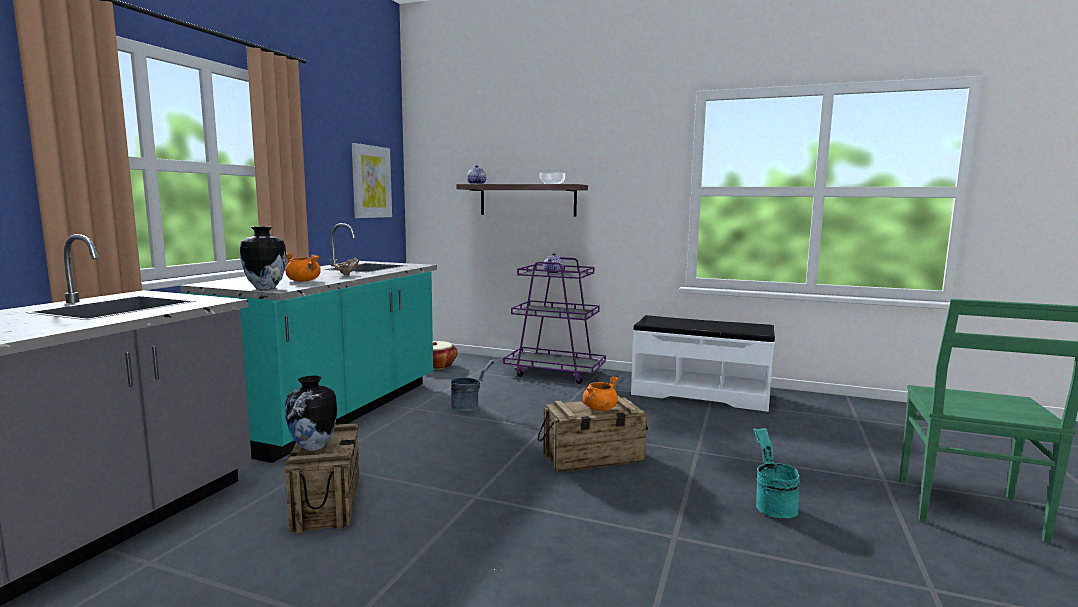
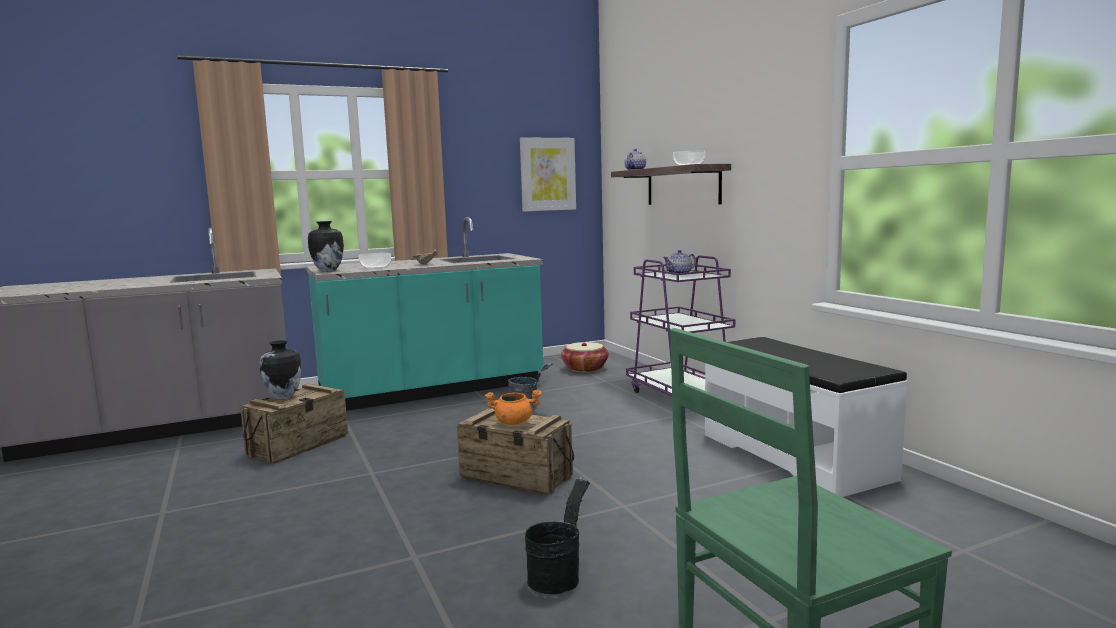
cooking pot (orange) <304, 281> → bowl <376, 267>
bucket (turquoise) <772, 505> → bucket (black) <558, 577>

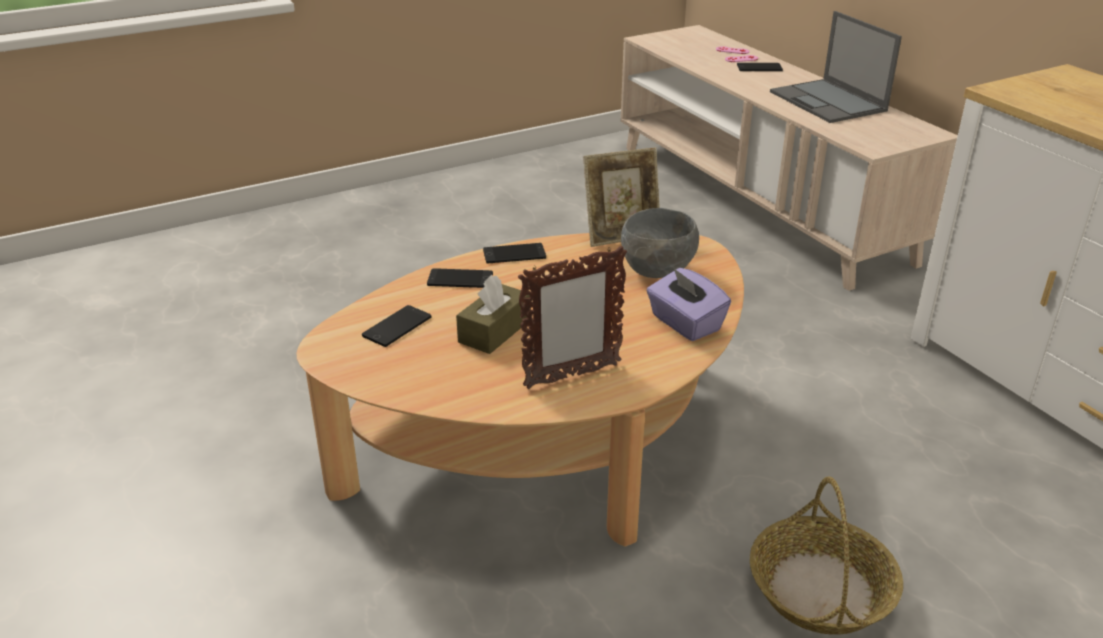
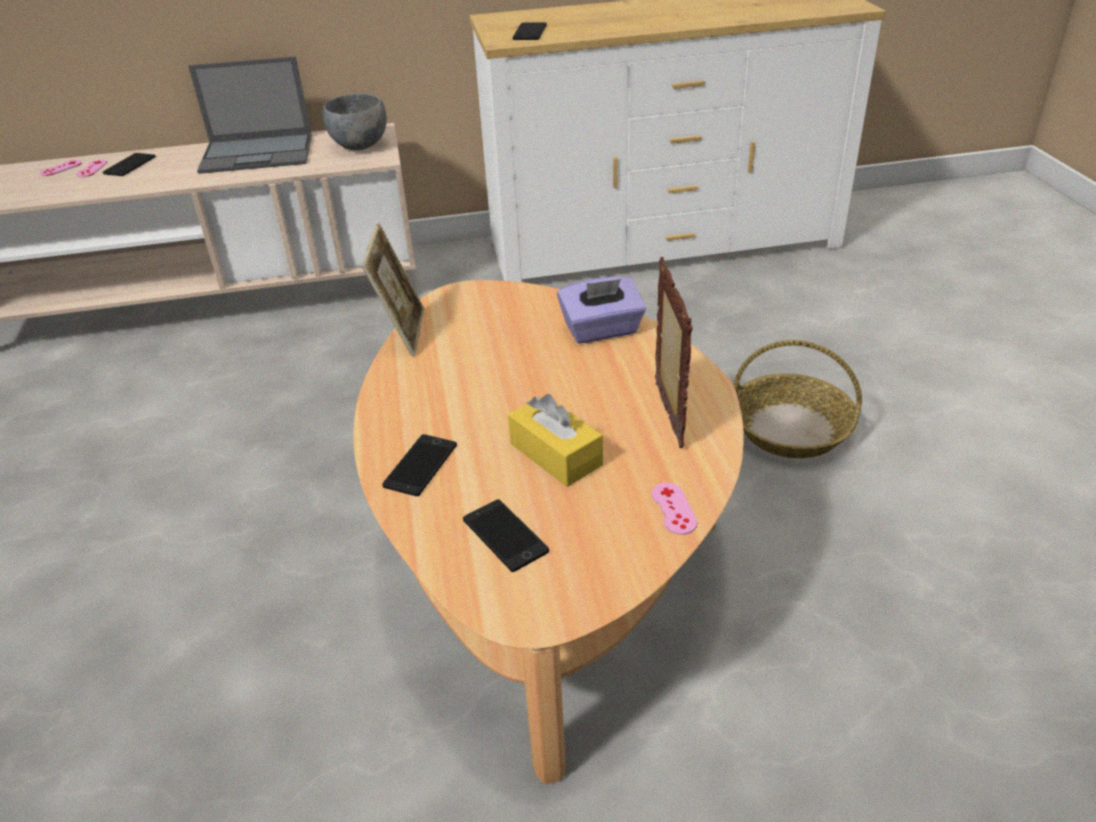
tissue box (brown) <495, 331> → tissue box (yellow) <556, 454>
phone <514, 254> → phone <530, 32>, moved
bowl (grey) <658, 271> → bowl (grey) <360, 146>, moved
- → game controller (pink) <673, 508>

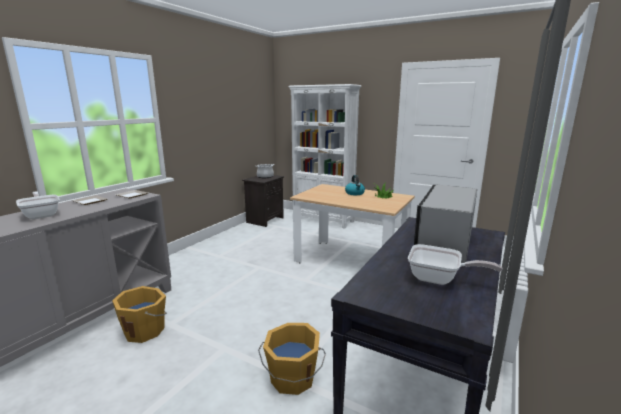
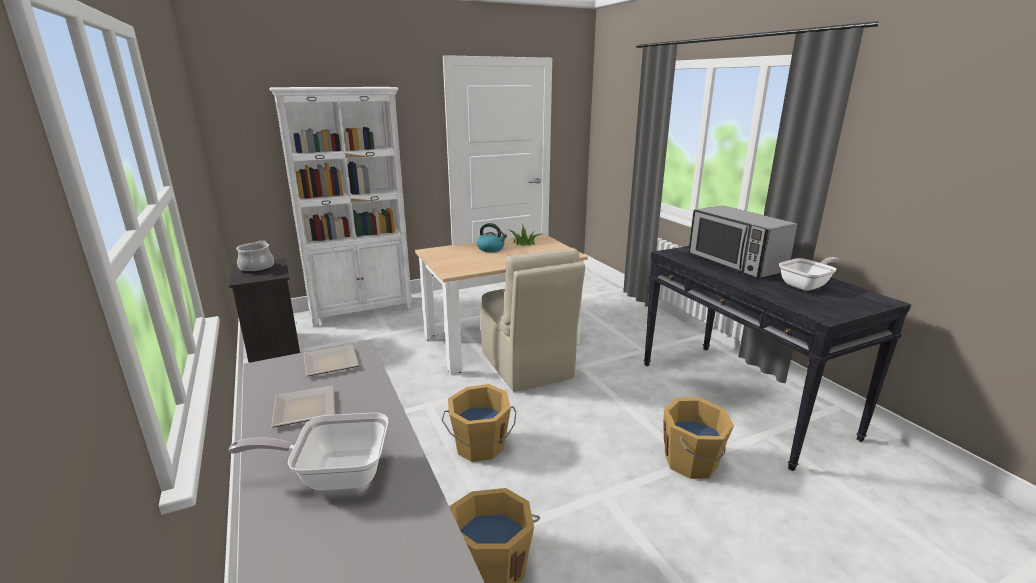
- → bucket (orange) <480, 446>
- → chair (beige) <527, 366>

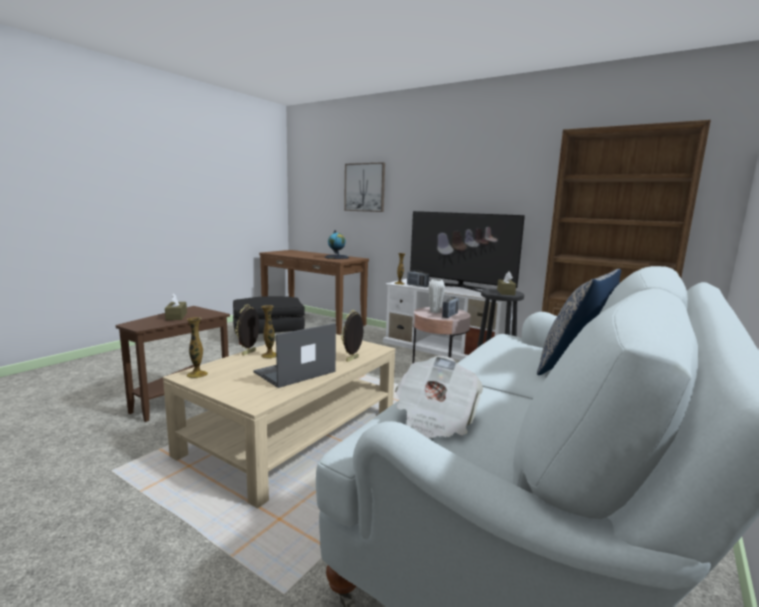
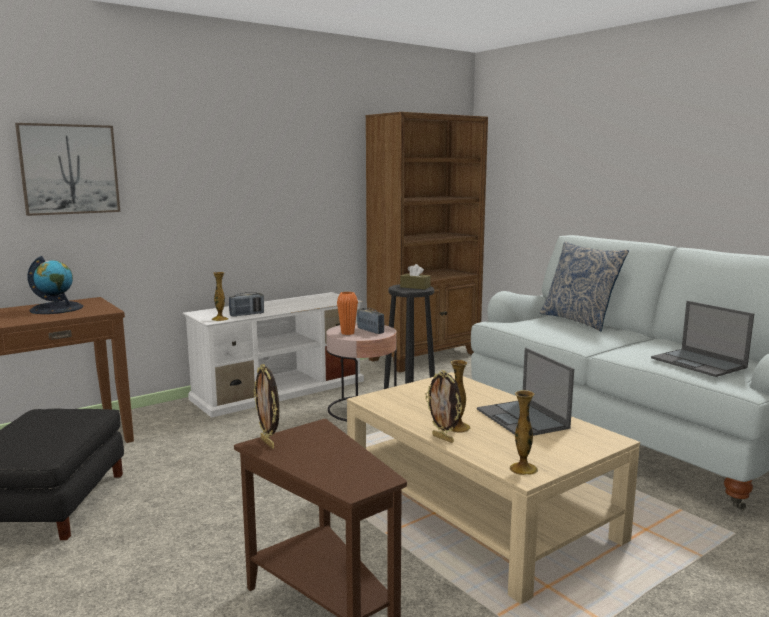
tissue box (brown) <176, 316> → -
picture frame <352, 359> → picture frame <268, 443>, moved
newspaper <434, 419> → laptop <699, 363>
television <459, 287> → -
vase (white) <435, 311> → vase (orange) <347, 333>

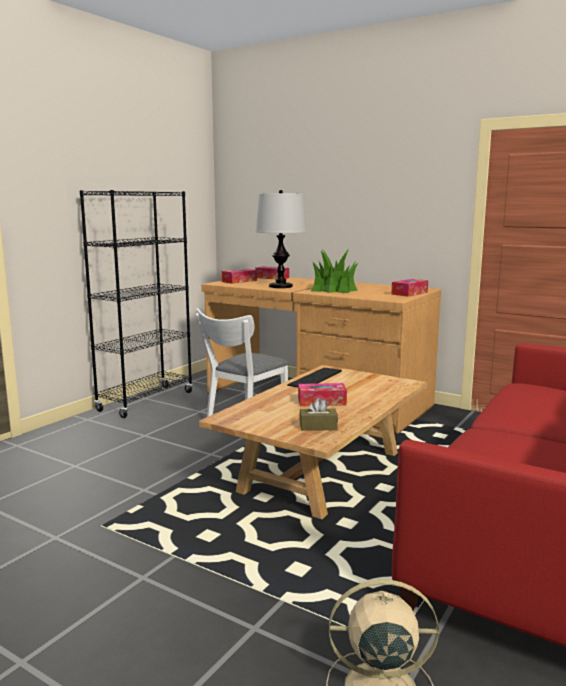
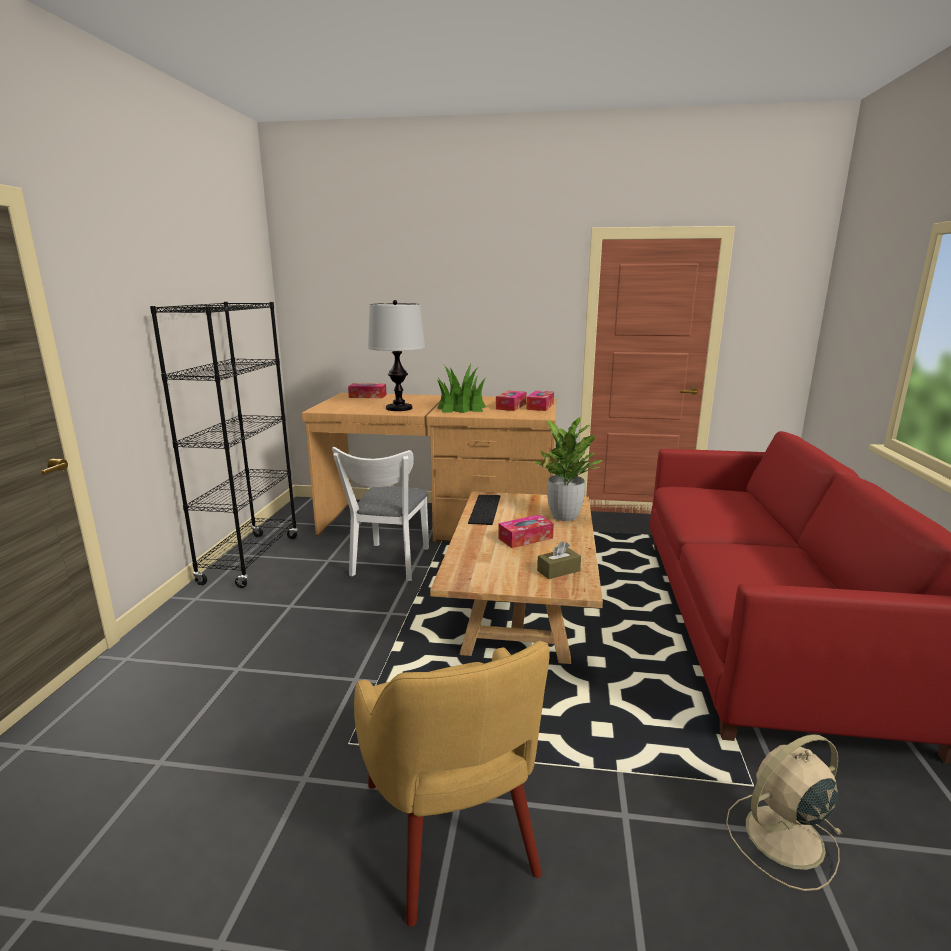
tissue box <239, 281> → tissue box <511, 406>, moved
- → armchair (yellow) <450, 832>
- → potted plant <564, 516>

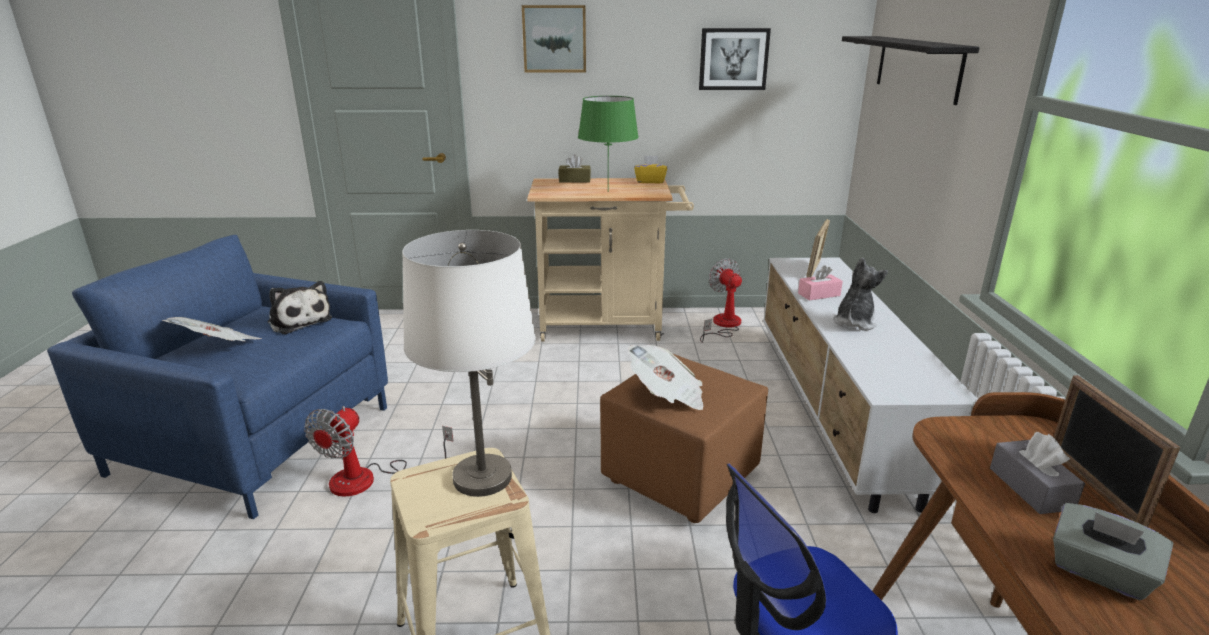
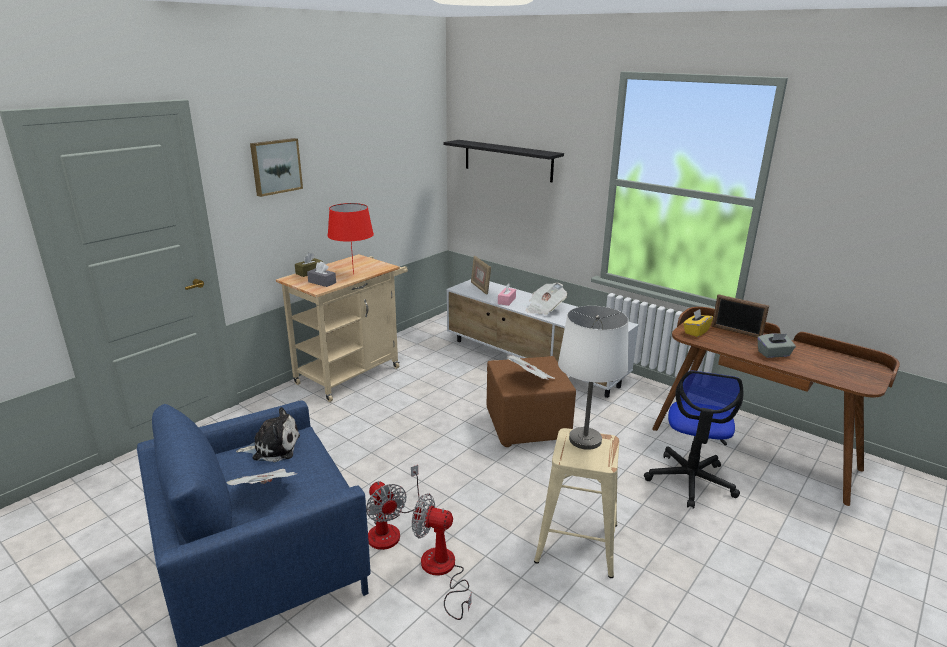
table lamp (green) <608, 191> → table lamp (red) <353, 273>
tissue box (yellow) <650, 181> → tissue box (yellow) <696, 332>, moved
picture <733, 59> → -
fan <723, 325> → fan <442, 572>, moved
plush toy <854, 322> → newspaper <544, 309>
tissue box (grey) <1030, 488> → tissue box (grey) <322, 282>, moved

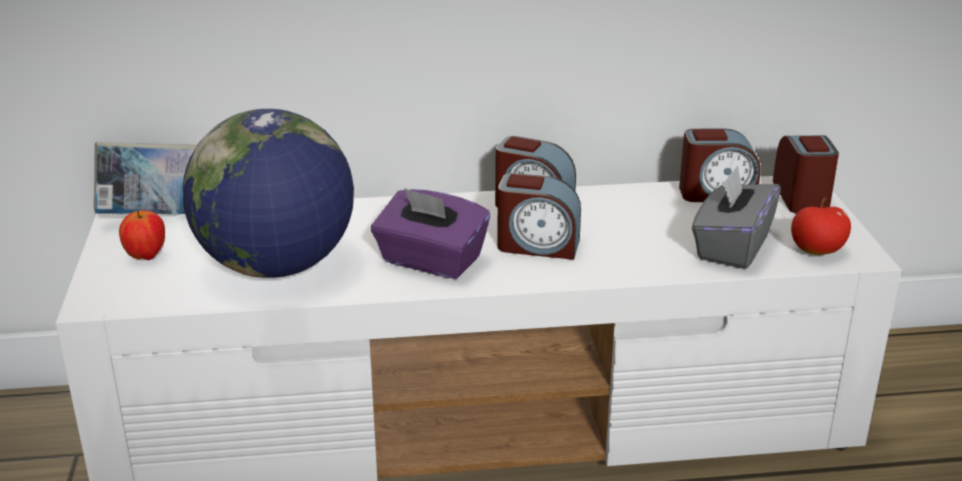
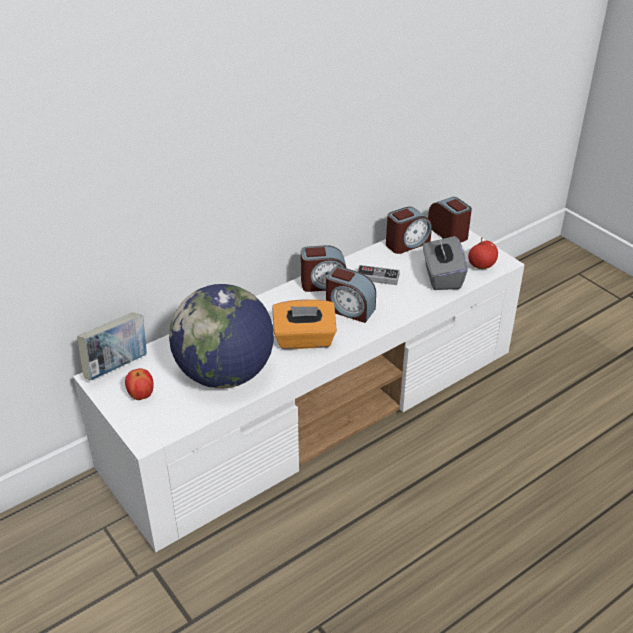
tissue box (purple) <430, 261> → tissue box (orange) <304, 340>
alarm clock <537, 245> → alarm clock <349, 309>, 45 degrees clockwise
- → game controller <377, 277>

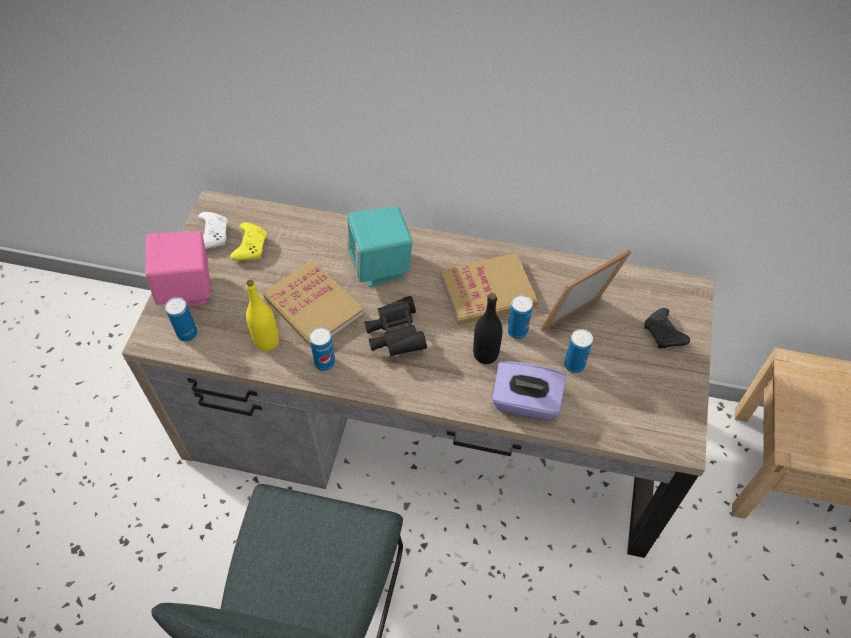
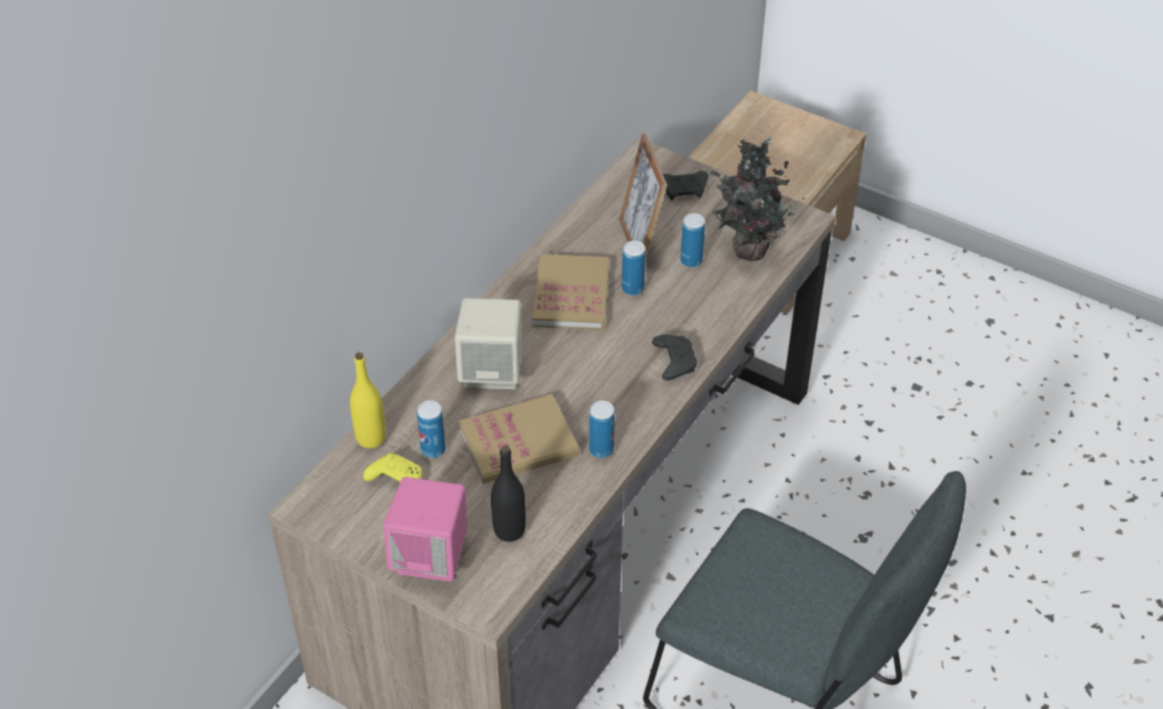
can <187, 334> → can <433, 450>, moved
game controller (white) <213, 235> → -
bottle (yellow) <267, 341> → bottle (yellow) <371, 438>, moved
speaker (turquoise) <381, 266> → speaker (beige) <492, 371>
binoculars (black) <395, 335> → -
bottle (black) <485, 354> → bottle (black) <509, 530>, moved
tissue box (purple) <525, 402> → -
- → game controller (black) <674, 362>
- → potted plant <746, 250>

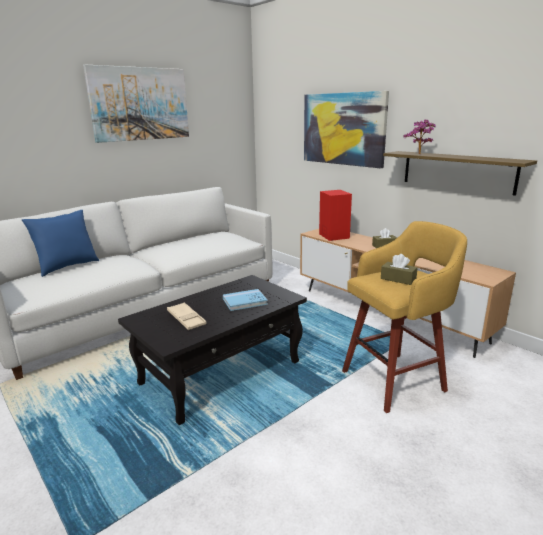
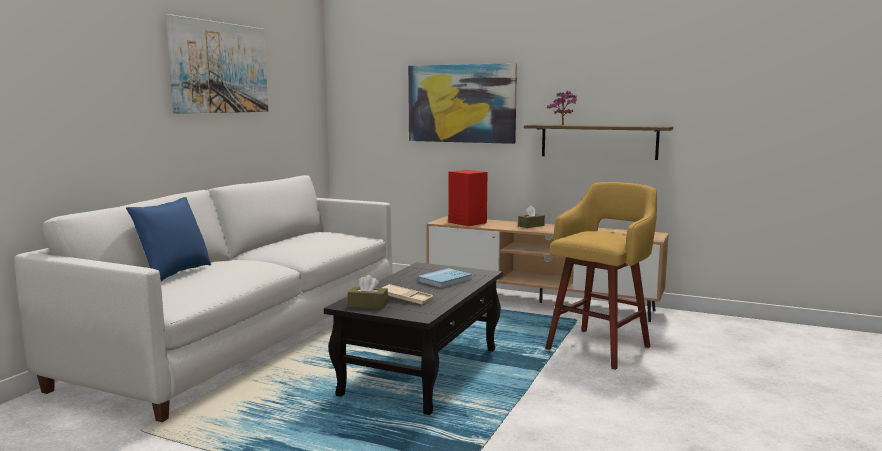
tissue box (brown) <398, 279> → tissue box (brown) <368, 305>, moved

